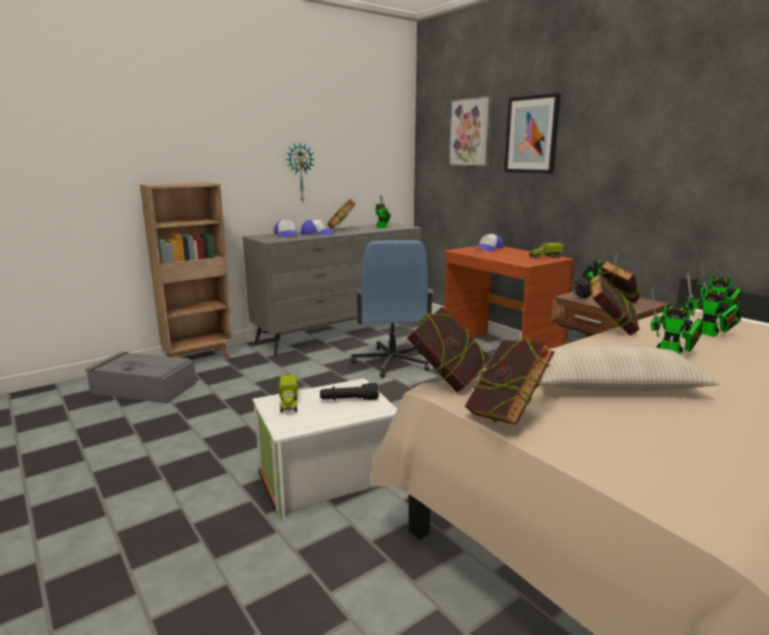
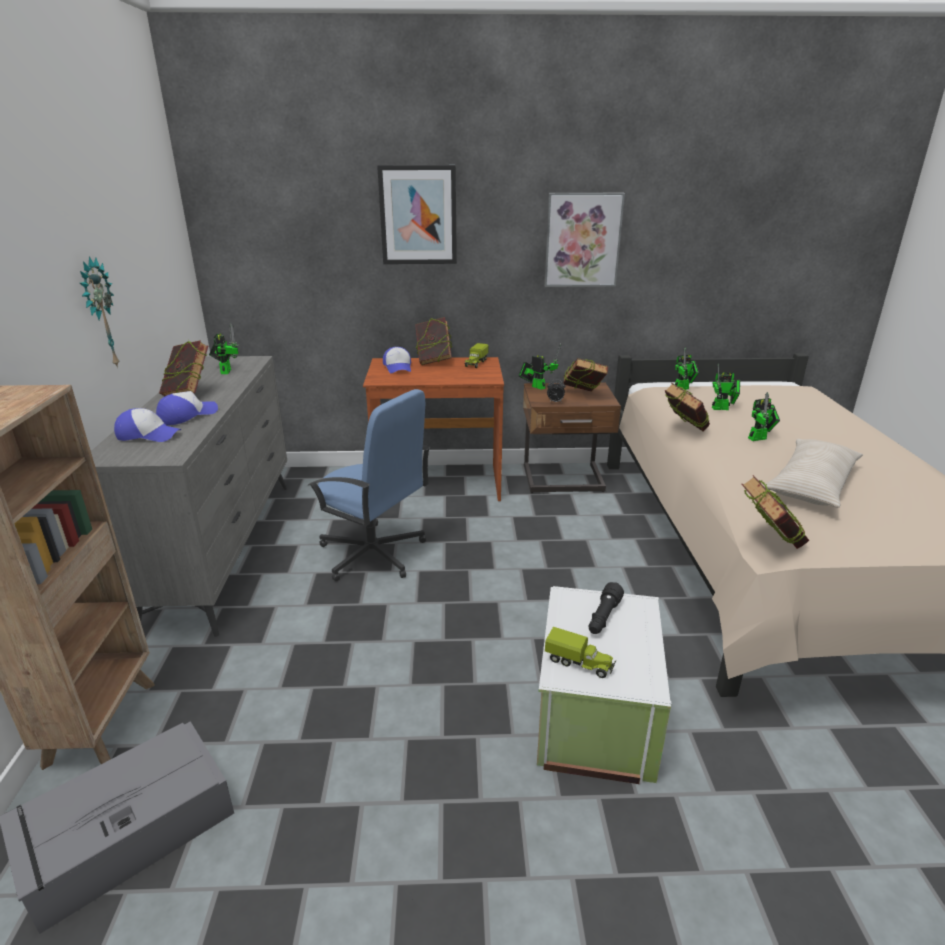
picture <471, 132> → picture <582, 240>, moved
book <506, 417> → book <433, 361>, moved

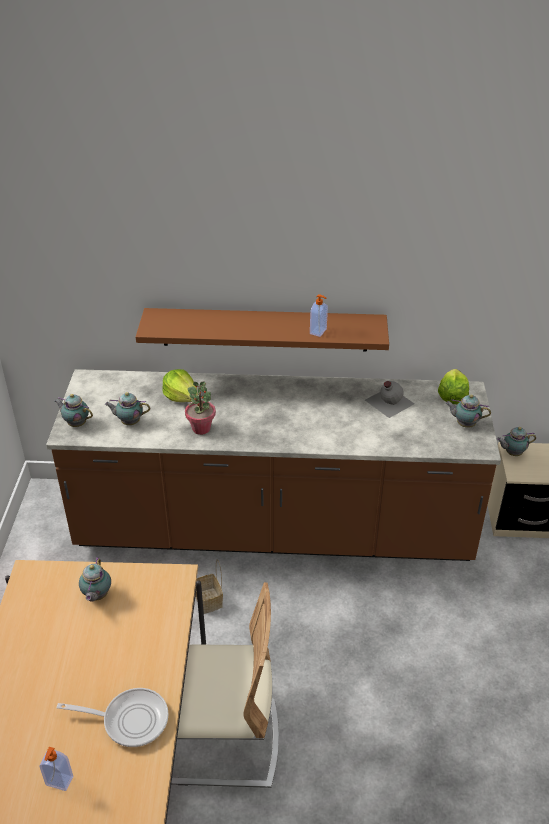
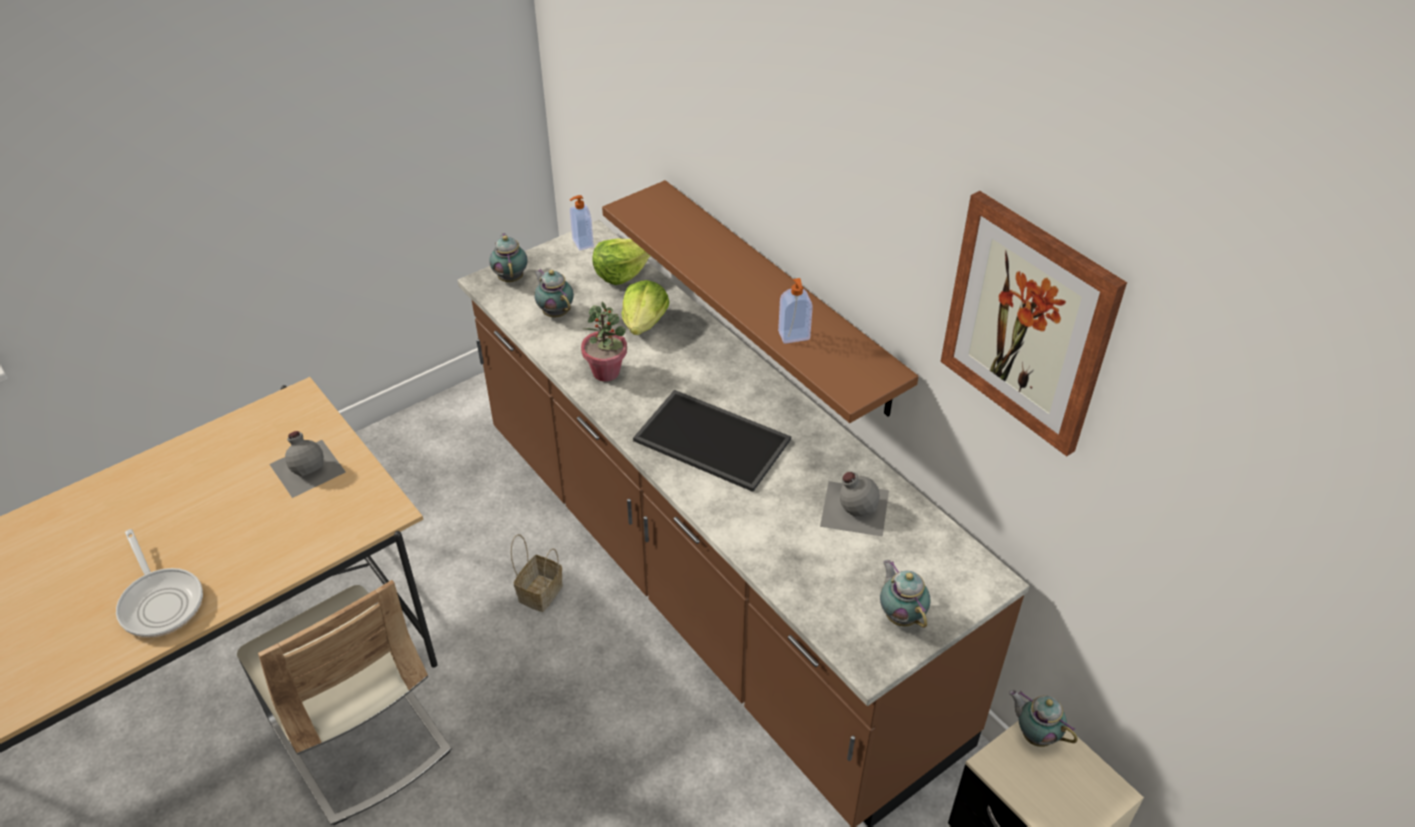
soap dispenser <59, 781> → soap dispenser <582, 243>, moved
teapot <96, 596> → bottle (grey) <308, 467>
lettuce <452, 396> → lettuce <621, 272>, moved
- → tray <714, 439>
- → picture <1028, 323>

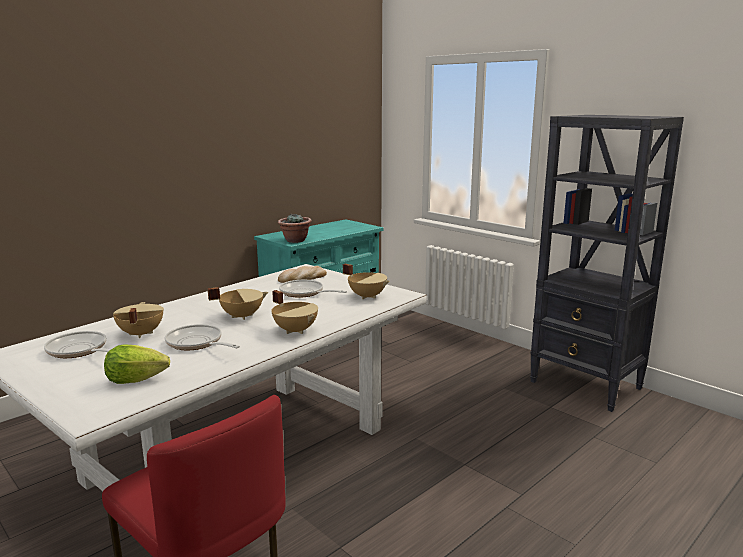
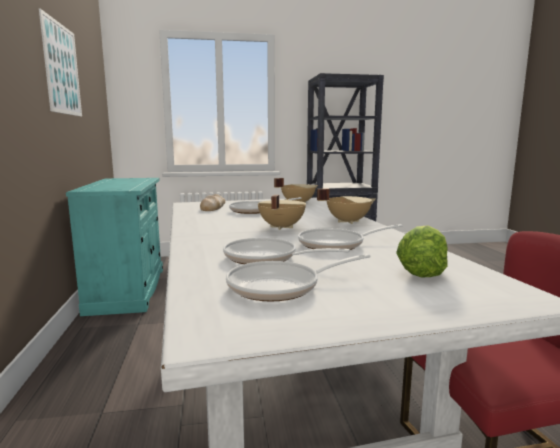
cooking pot (beige) <140, 334> → frying pan <266, 258>
potted plant <295, 240> → -
- → picture <62, 69>

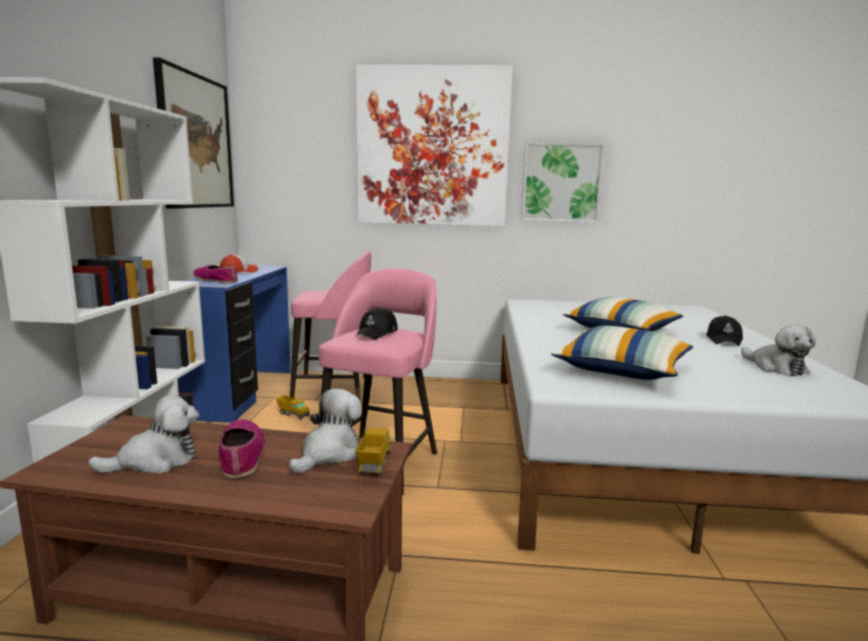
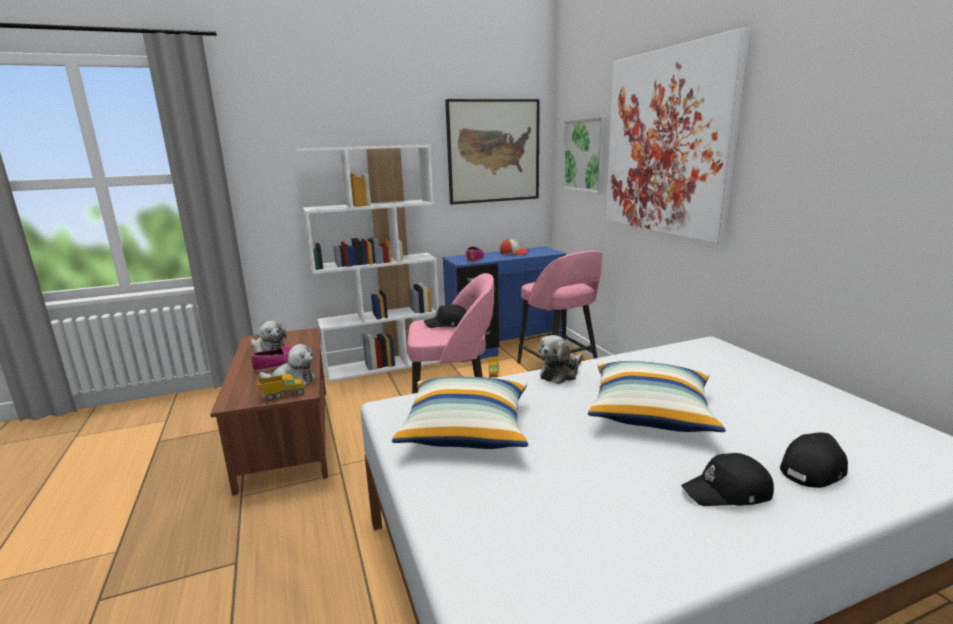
picture <561, 183> → picture <585, 155>, moved
plush toy <775, 367> → plush toy <560, 373>, moved
- → cap (black) <813, 468>

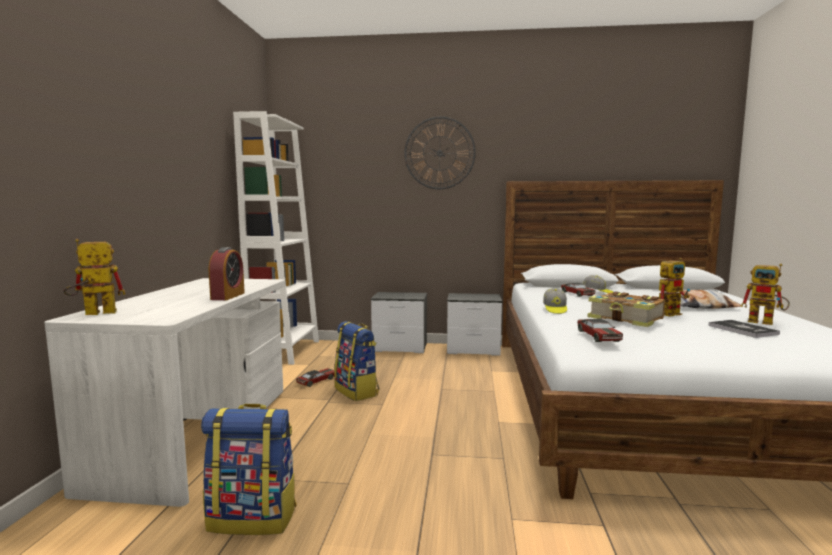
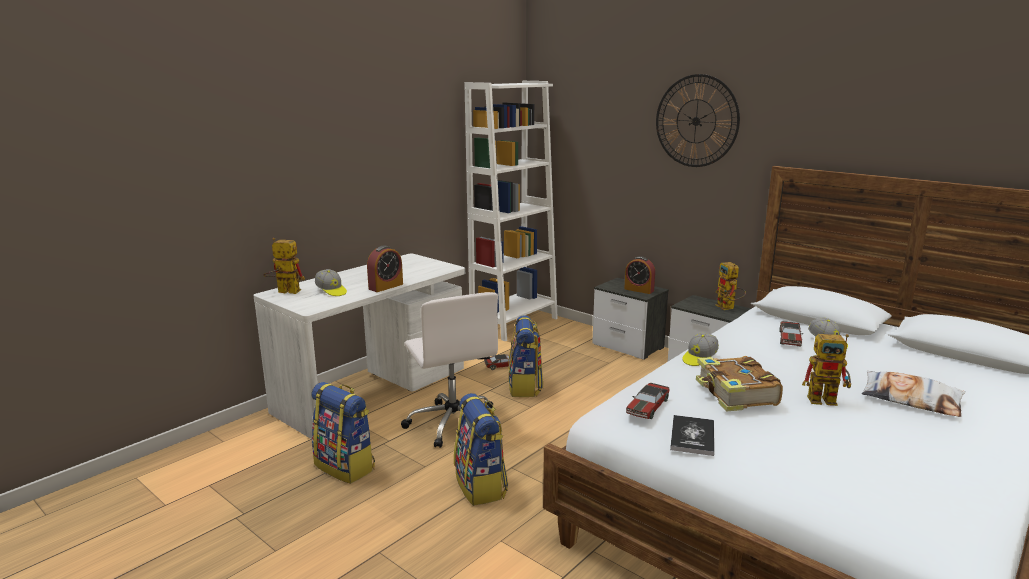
book <742, 330> → book <692, 436>, moved
toy robot <766, 322> → toy robot <728, 308>, moved
- → cap <331, 291>
- → office chair (white) <452, 422>
- → backpack <481, 486>
- → alarm clock <639, 290>

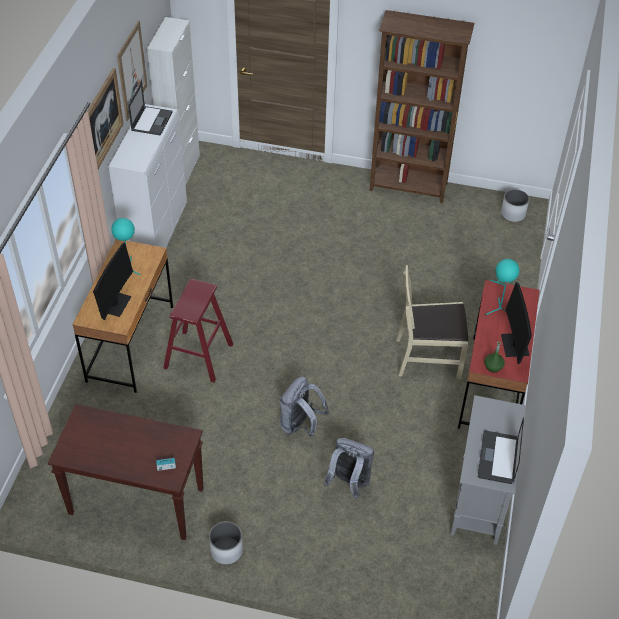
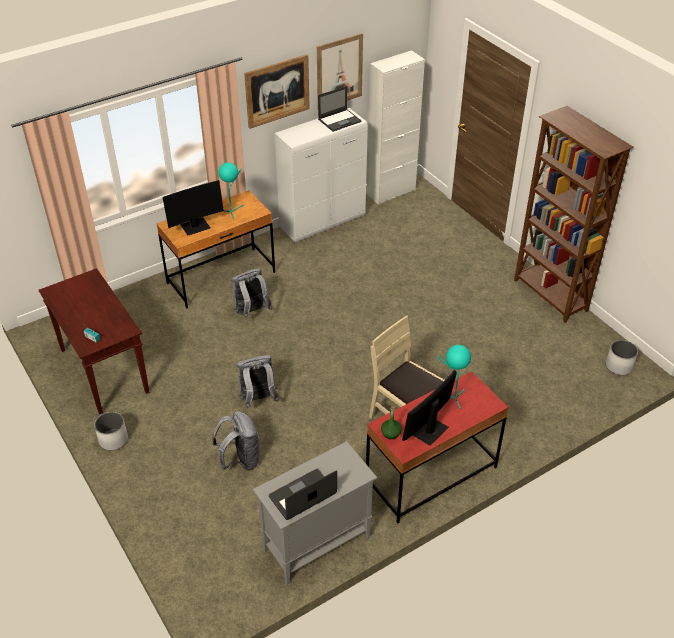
stool (red) <198, 356> → backpack (grey) <251, 312>

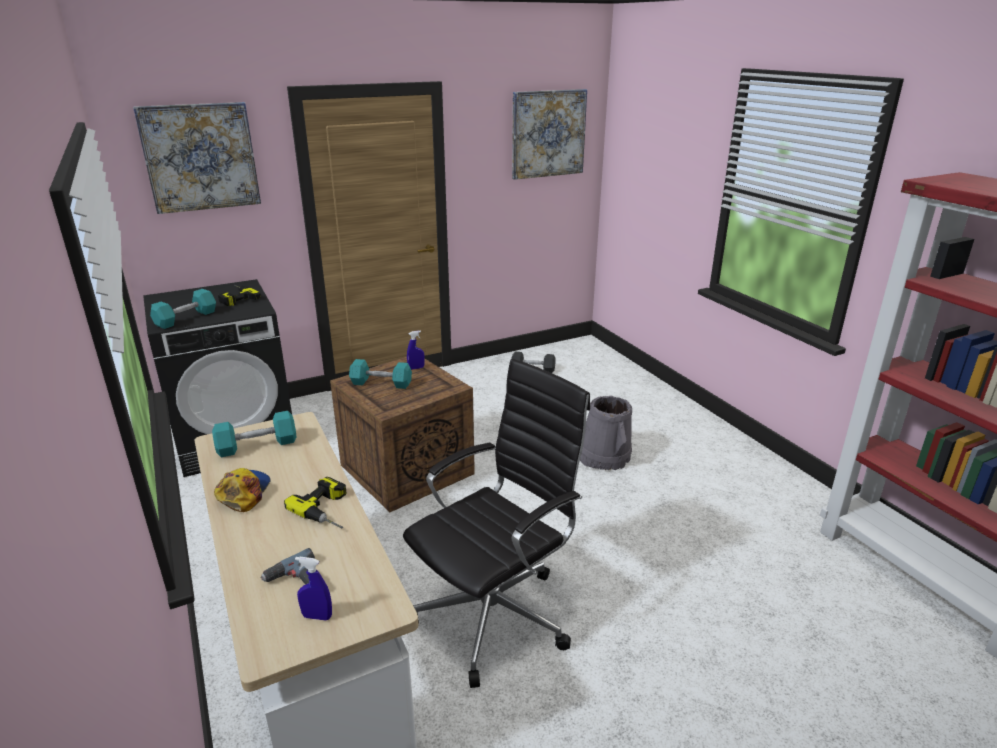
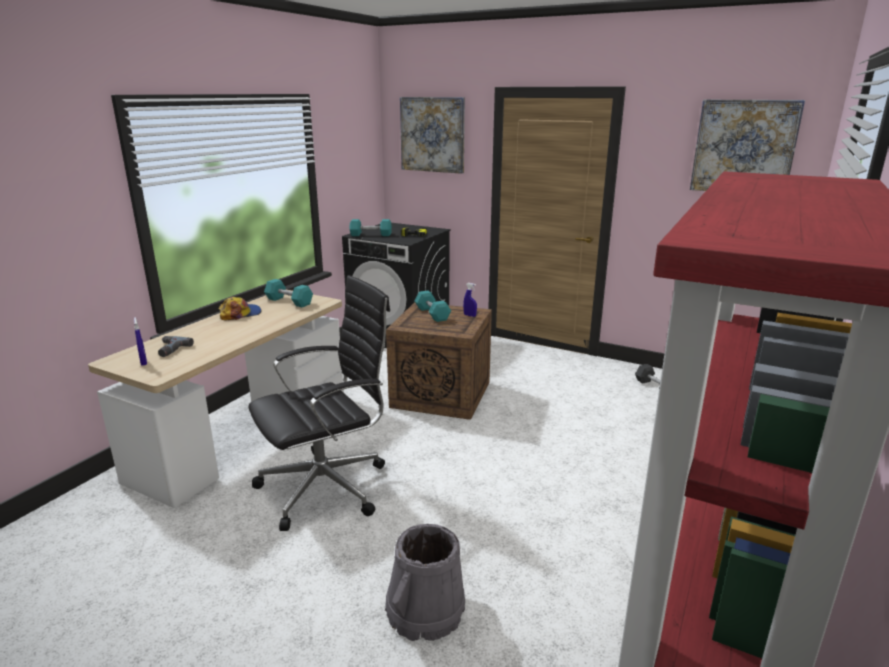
power drill <329, 509> → -
office chair (black) <495, 614> → office chair (black) <328, 486>, 45 degrees counterclockwise
bucket (grey) <604, 456> → bucket (grey) <425, 610>, moved

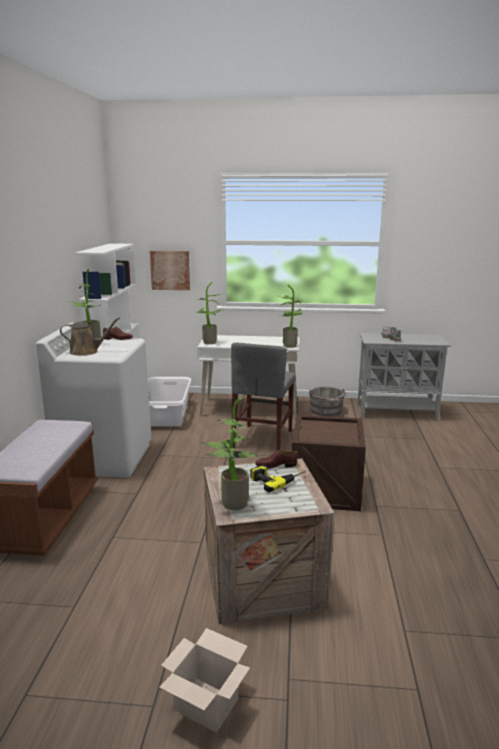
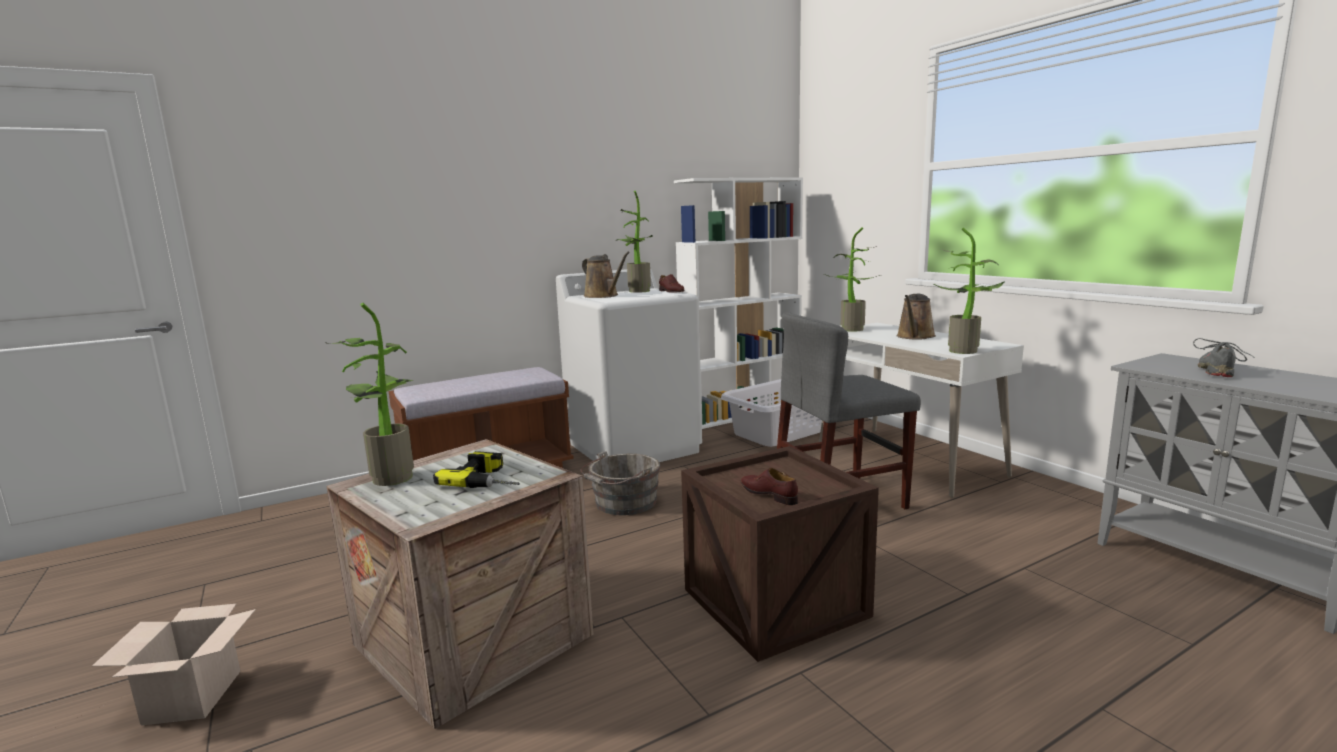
picture <170, 270> → -
shoe (brown) <276, 465> → shoe (brown) <768, 494>, moved
bucket (grey) <326, 411> → bucket (grey) <623, 503>, moved
- → watering can (brown) <915, 337>

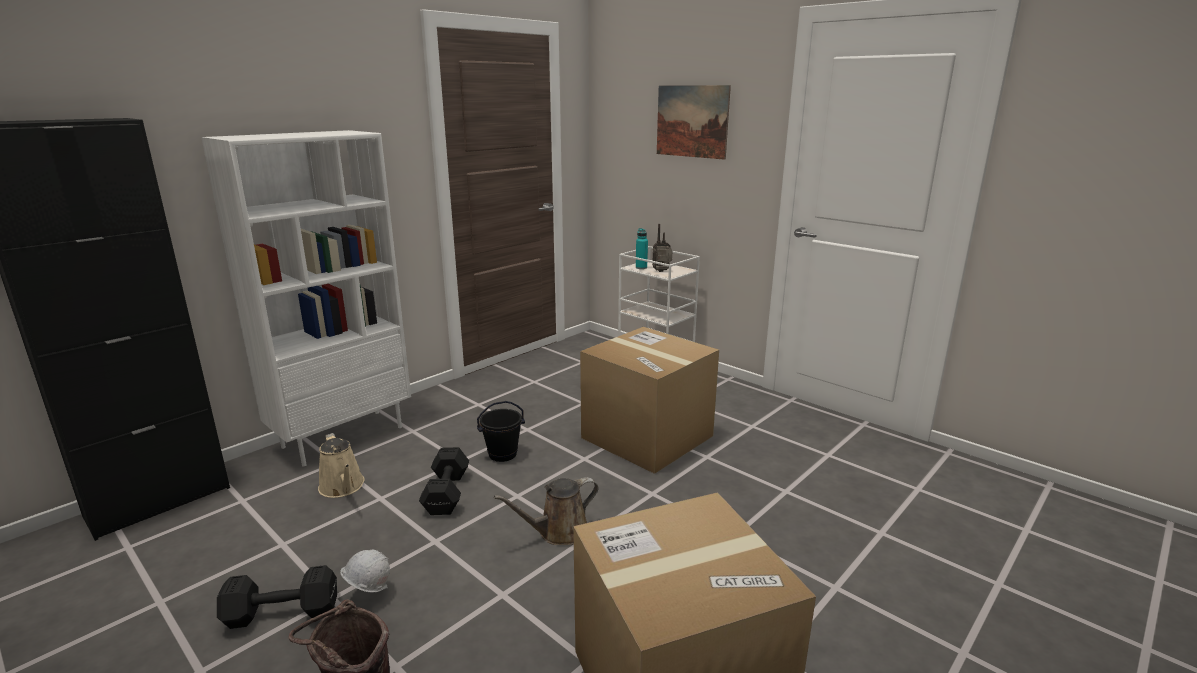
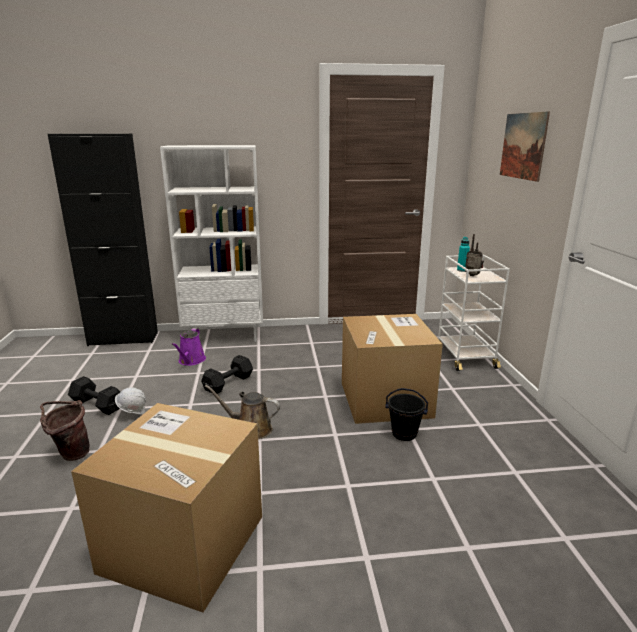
watering can (beige) <343, 487> → watering can (purple) <191, 361>
bucket (black) <502, 454> → bucket (black) <404, 433>, moved

